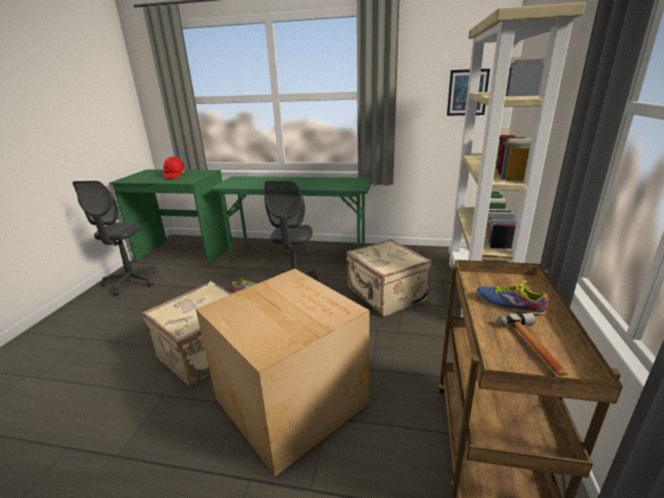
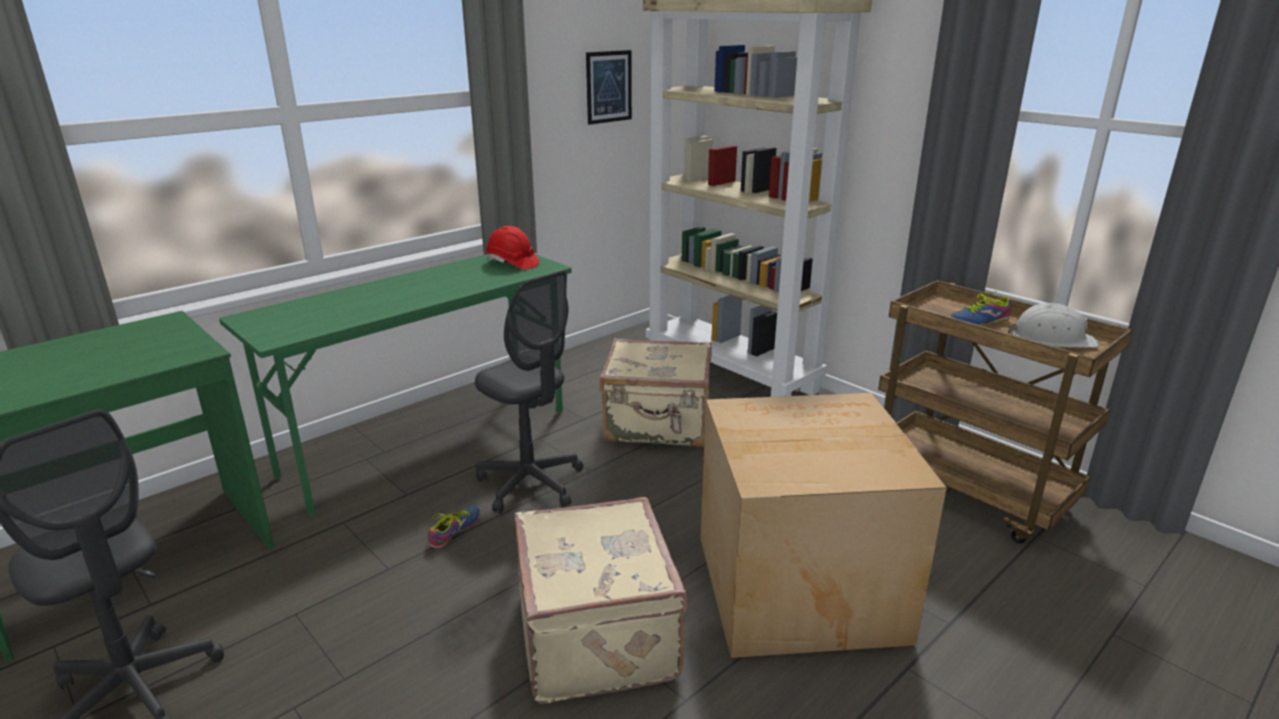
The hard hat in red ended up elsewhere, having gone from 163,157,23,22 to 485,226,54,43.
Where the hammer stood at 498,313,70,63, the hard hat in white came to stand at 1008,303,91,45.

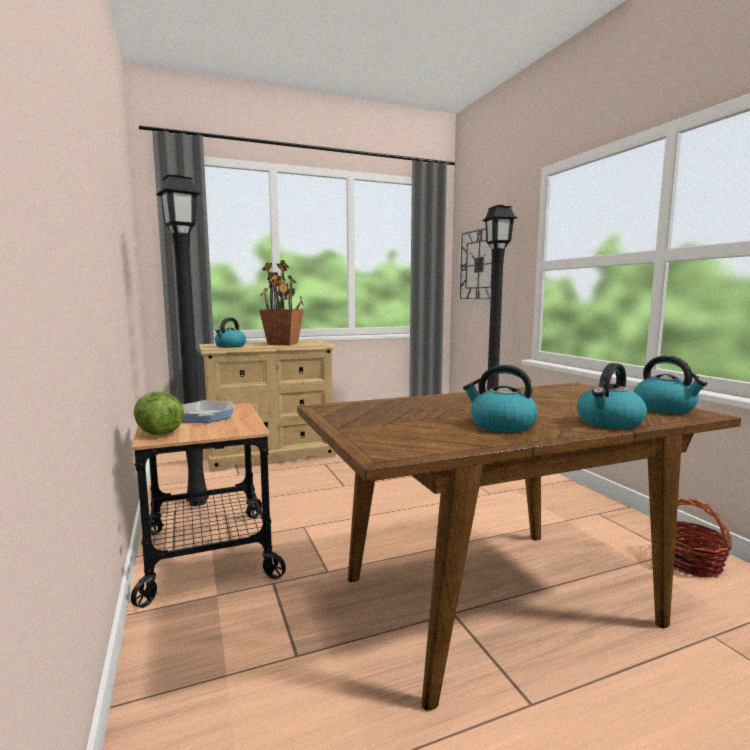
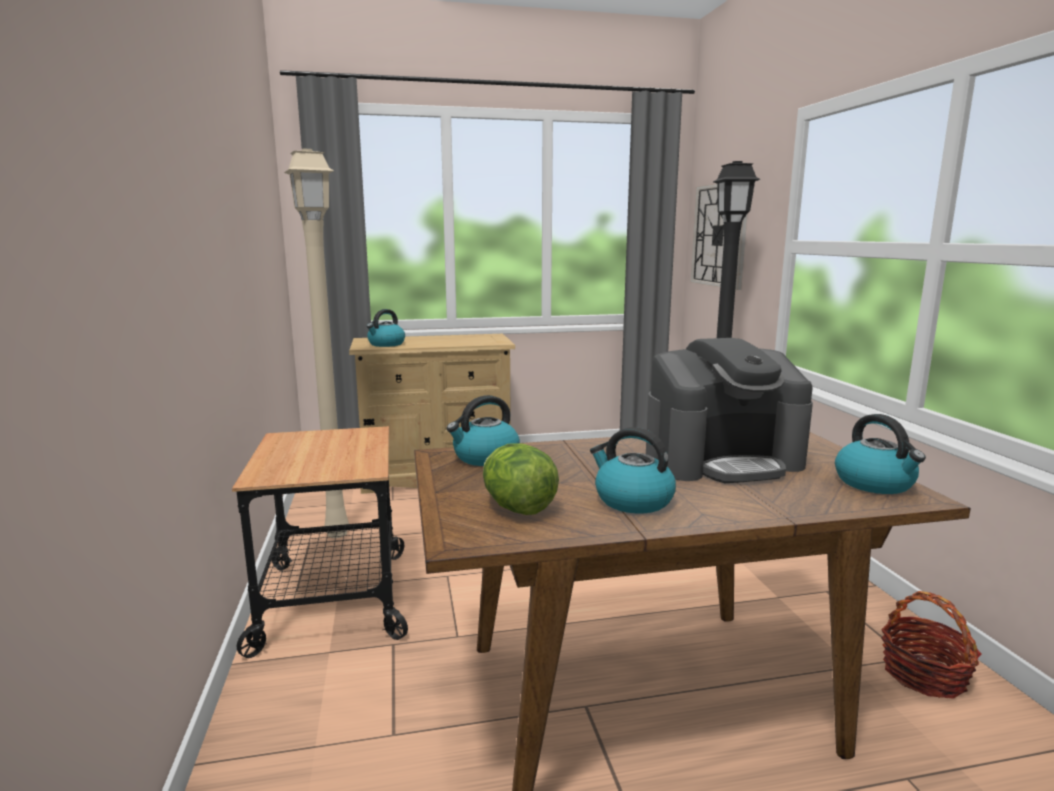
The second view lost the frying pan at 182,400,53,23.
The second view lost the potted plant at 259,260,45,85.
The second view gained the coffee machine at 646,338,167,145.
The lettuce ended up elsewhere, having gone from 134,392,50,43 to 483,443,76,72.
The kettle ended up elsewhere, having gone from 577,363,70,66 to 446,395,74,71.
What was the floor lamp in black at 156,174,53,332 turned into the floor lamp in beige at 284,148,65,390.

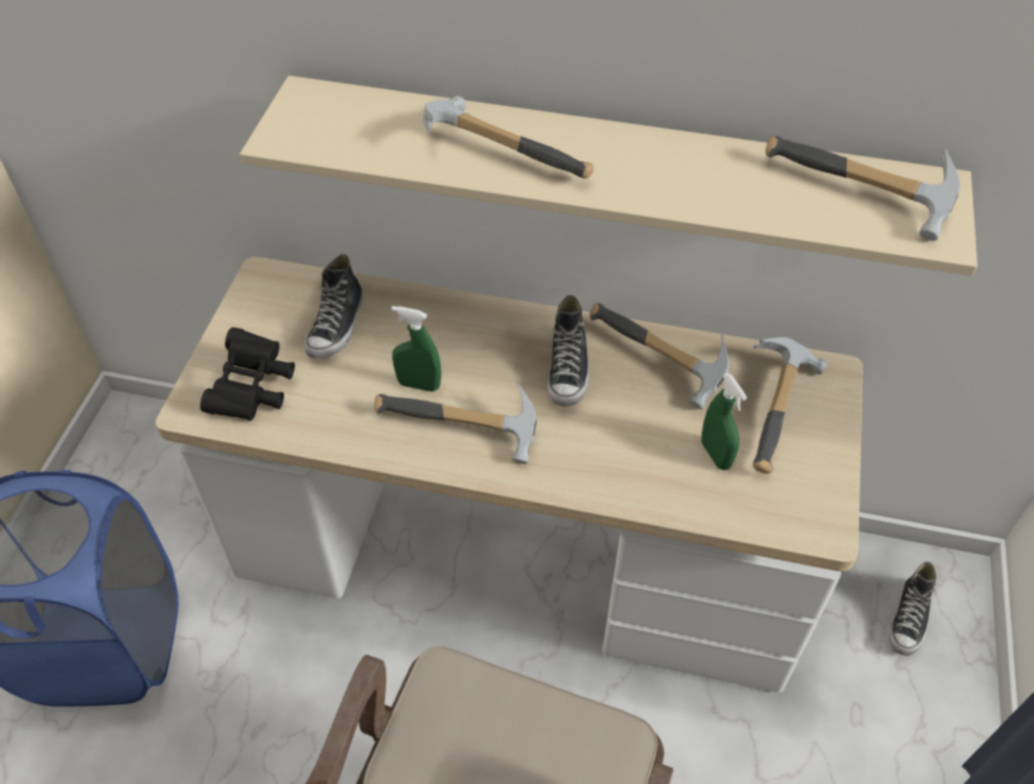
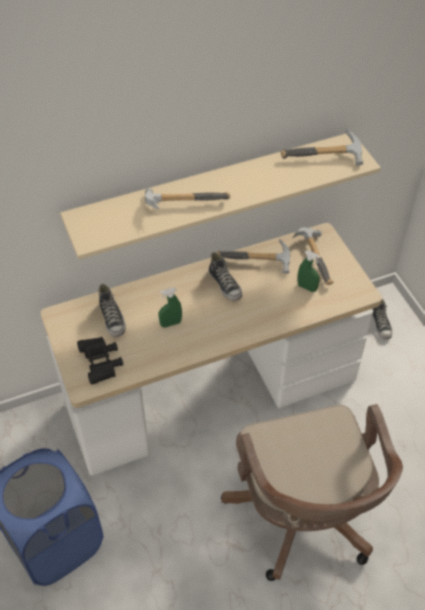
The second view lost the hammer at 374,382,163,82.

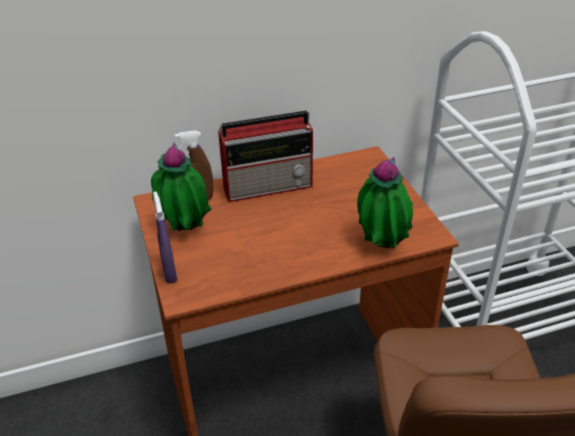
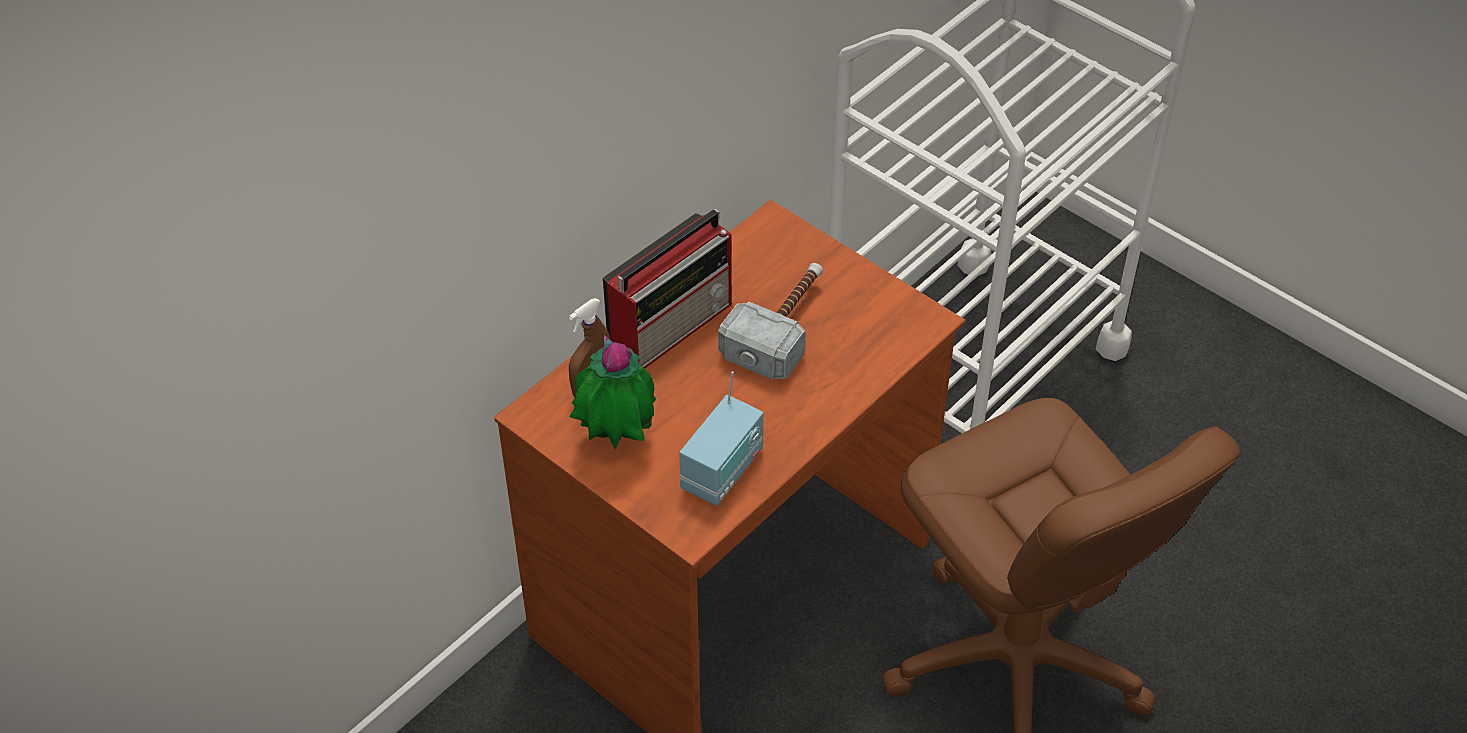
The second view lost the spray bottle in purple at 153,191,24,92.
The second view lost the potted plant at 357,157,56,92.
The second view gained the radio at 679,371,84,135.
The second view gained the hammer at 718,263,105,117.

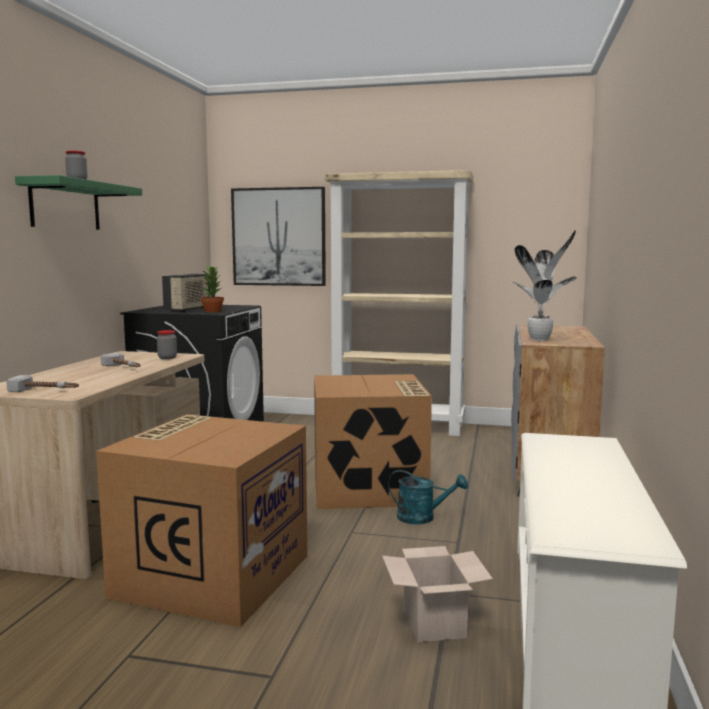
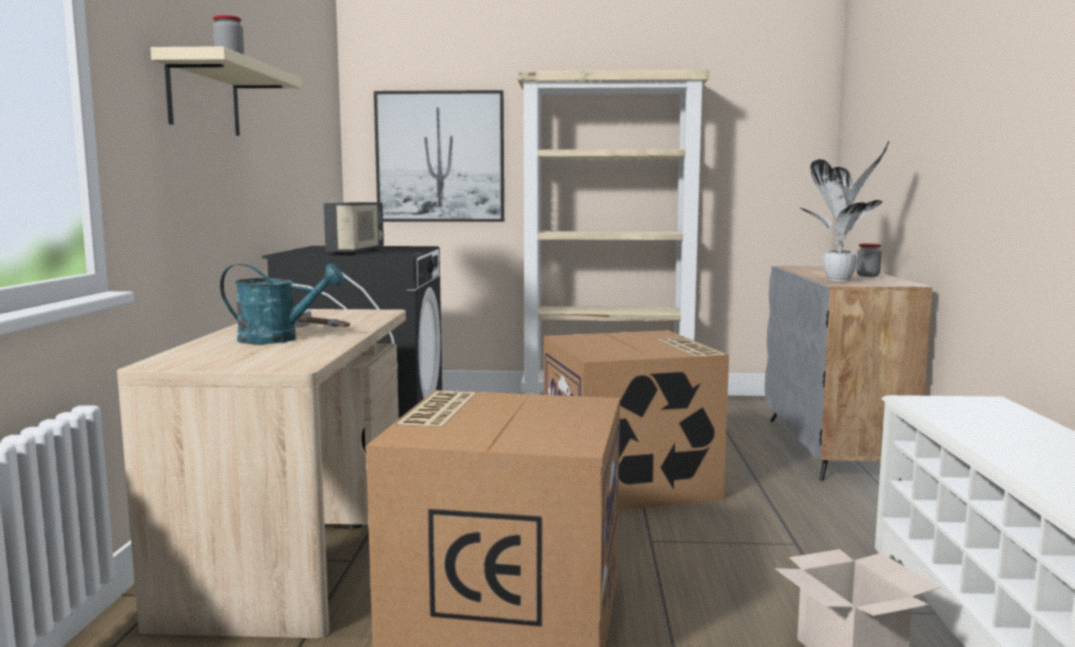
The second view lost the hammer at 6,375,73,17.
The second view lost the potted plant at 201,264,23,48.
The jar ended up elsewhere, having gone from 157,330,20,29 to 857,243,25,34.
The watering can in turquoise ended up elsewhere, having gone from 388,470,80,54 to 220,263,124,81.
What was the shelf in green at 15,175,127,55 turned into the shelf in beige at 150,46,152,90.

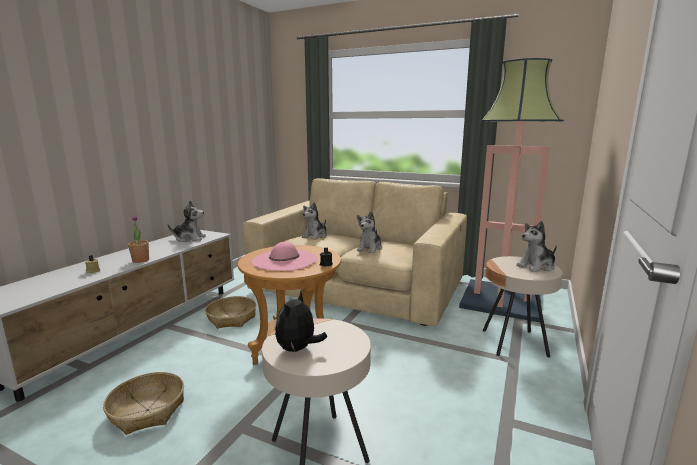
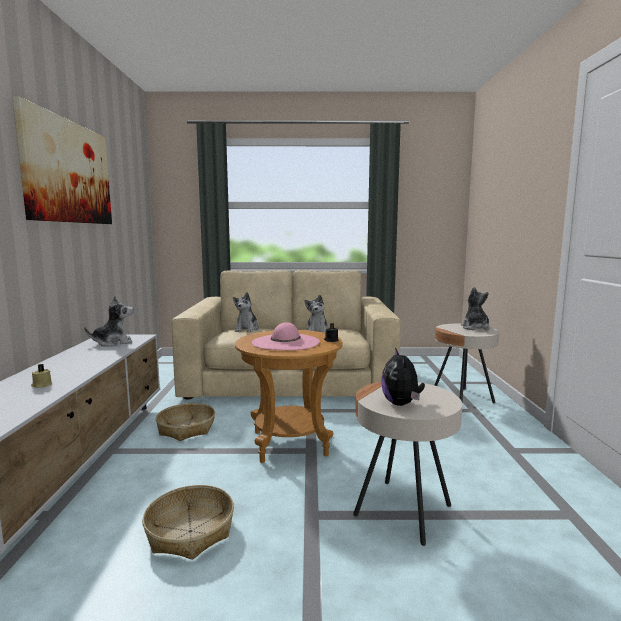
The second view lost the potted plant at 128,215,21,48.
The second view lost the floor lamp at 459,58,105,264.
The second view gained the picture at 12,96,100,128.
The plush toy at 516,221,41,51 ended up facing another way, 135 degrees clockwise from before.

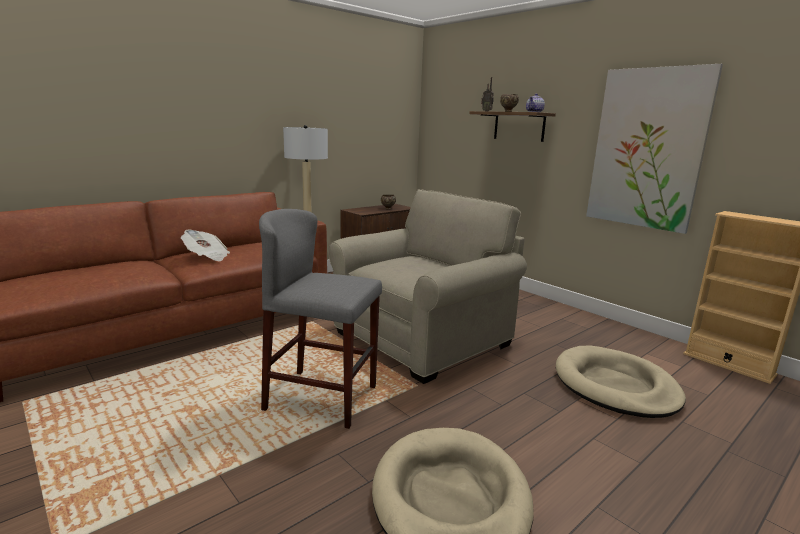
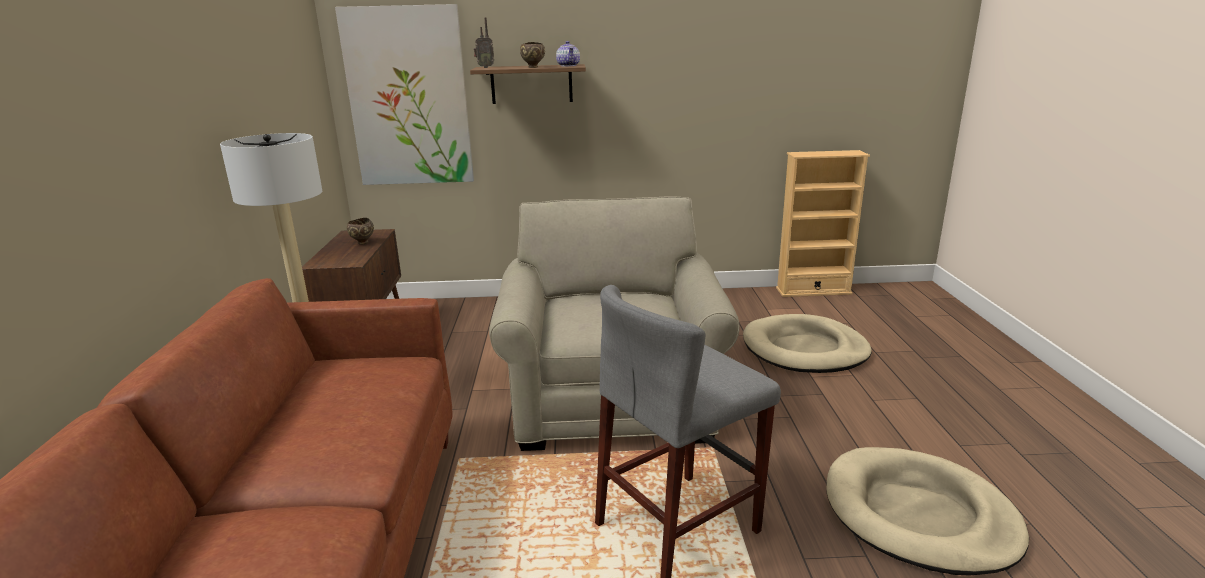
The second view lost the newspaper at 181,230,49,31.
The picture ended up elsewhere, having gone from 586,64,137,170 to 335,4,139,181.

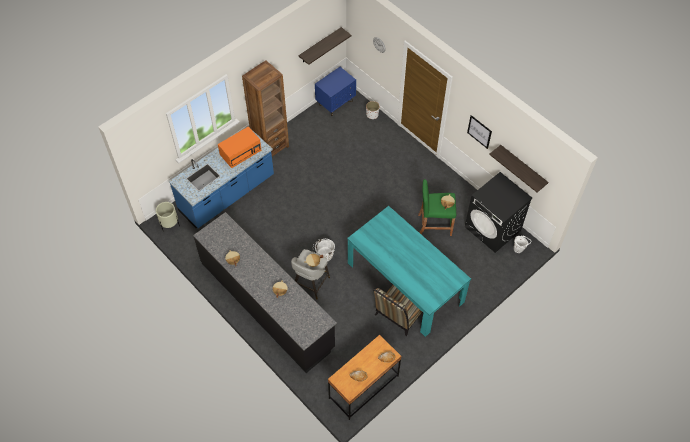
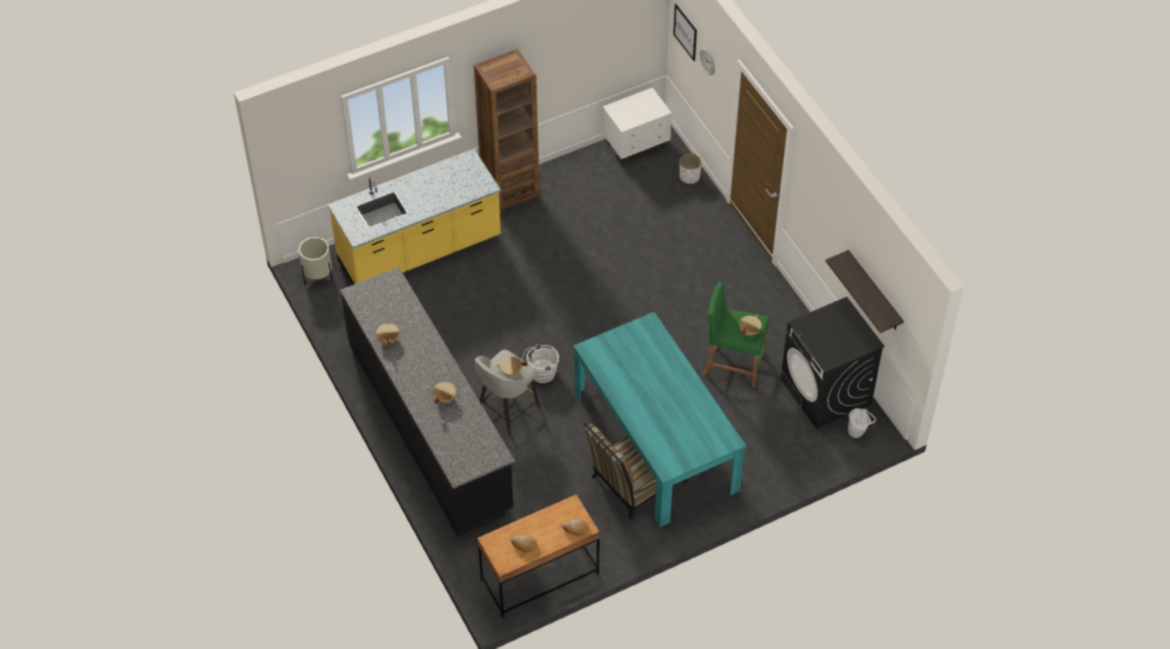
The second view lost the microwave in orange at 218,127,44,41.
The second view lost the shelf at 298,27,53,38.
The picture ended up elsewhere, having gone from 467,115,25,34 to 673,4,24,57.
What was the counter in blue at 169,128,105,100 turned into the counter in yellow at 328,149,173,136.
What was the nightstand in blue at 315,67,41,49 turned into the nightstand in white at 603,87,69,78.

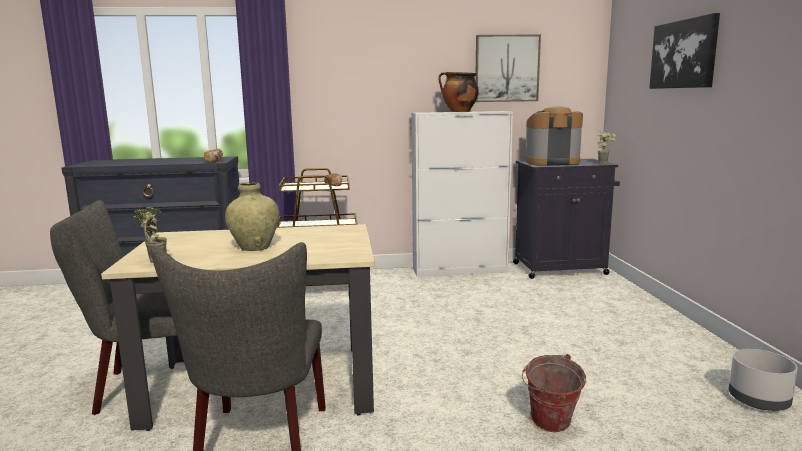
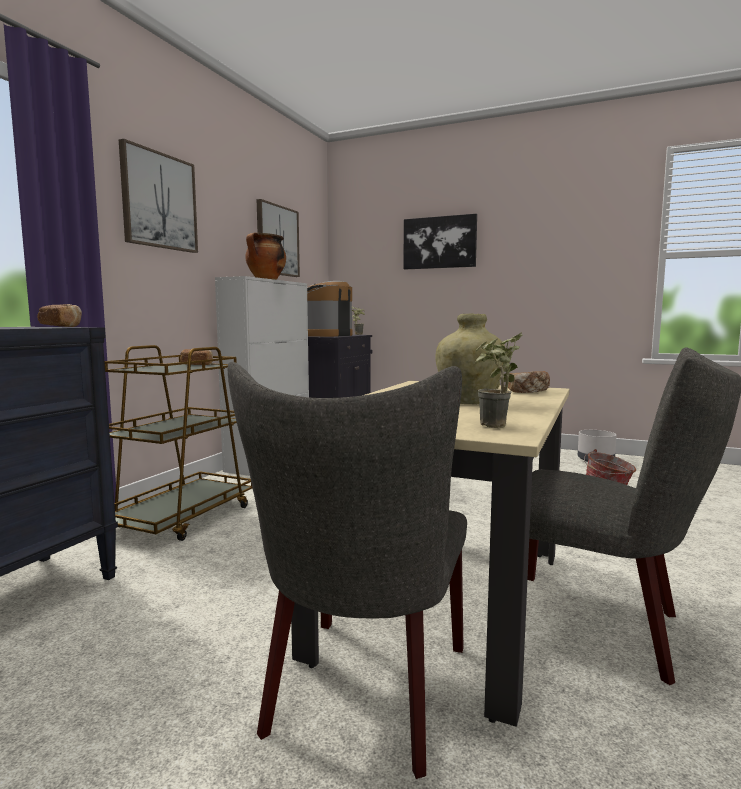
The second view gained the picture at 119,139,79,114.
The second view gained the bread at 508,371,42,22.

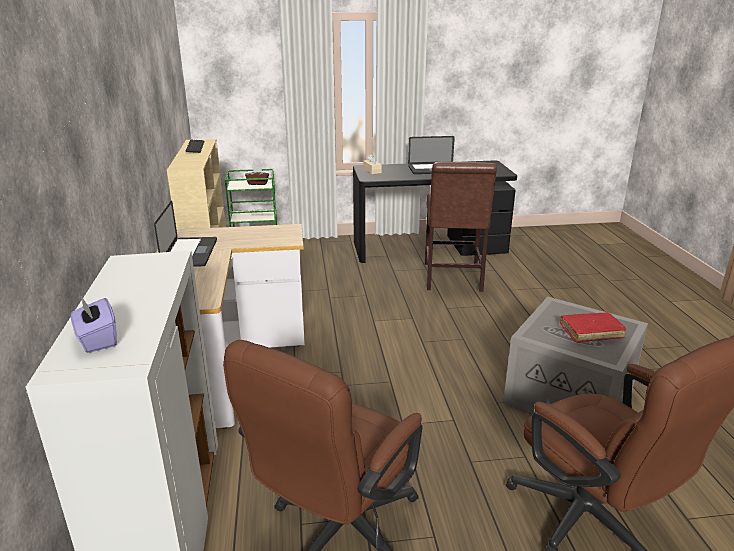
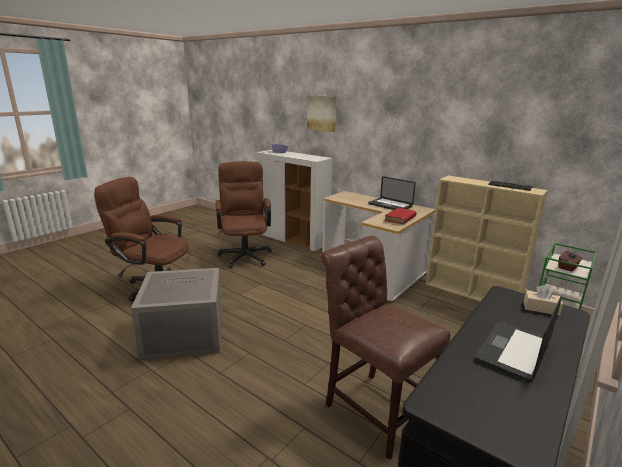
The second view gained the picture at 307,95,29,37.
The book in red ended up elsewhere, having gone from 560,312,67,31 to 385,208,32,16.

